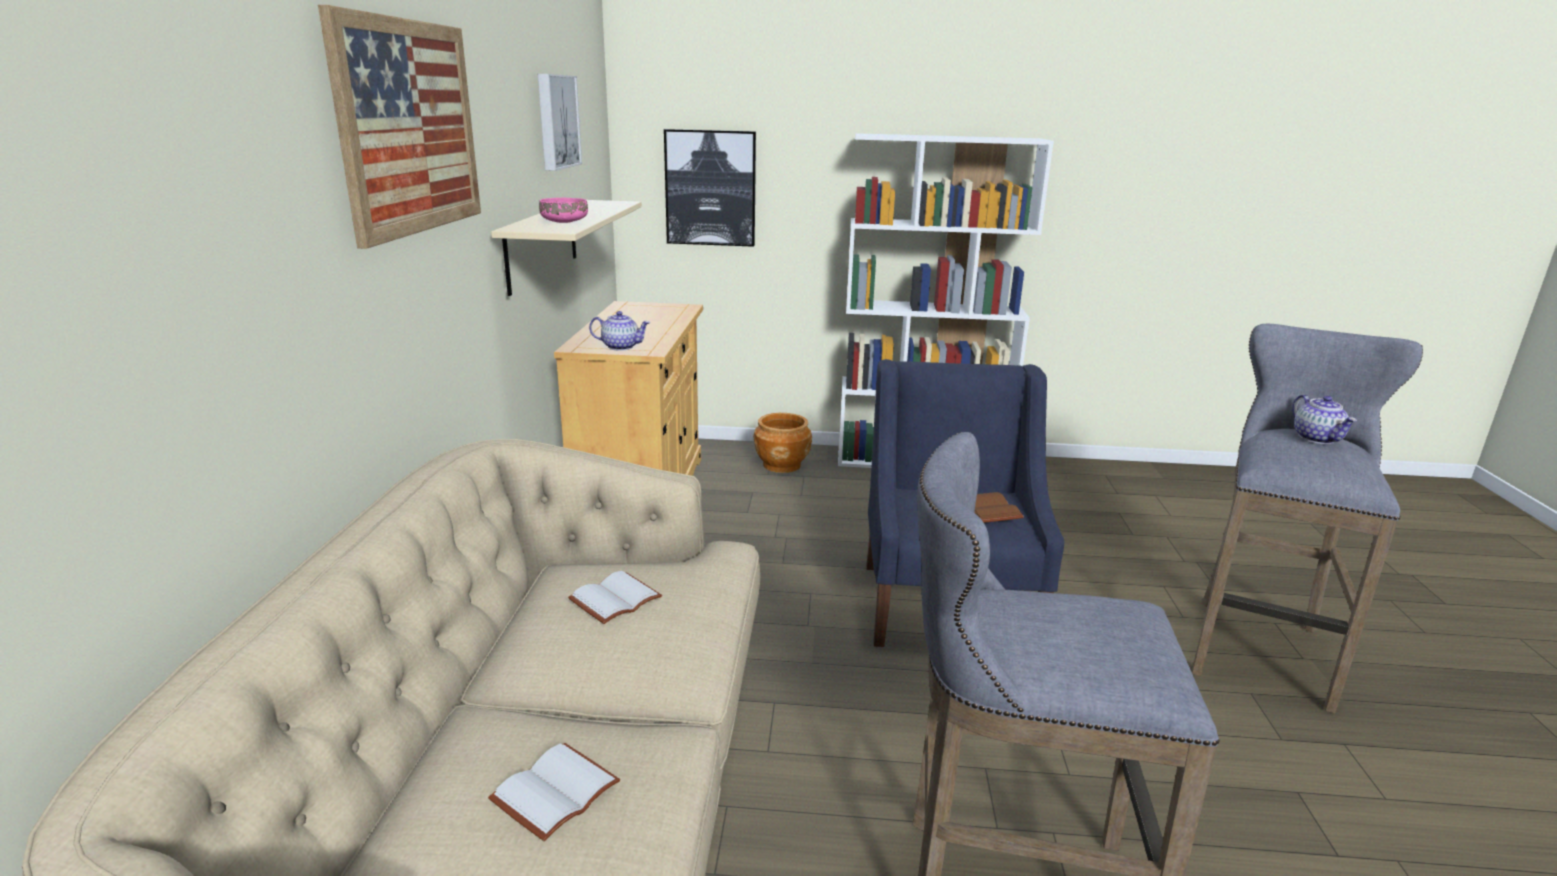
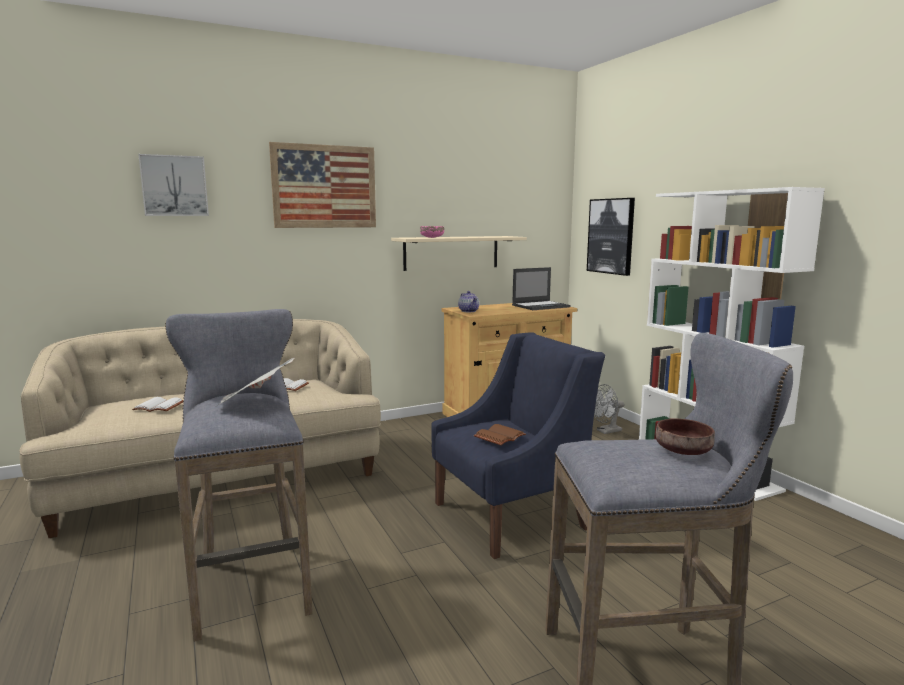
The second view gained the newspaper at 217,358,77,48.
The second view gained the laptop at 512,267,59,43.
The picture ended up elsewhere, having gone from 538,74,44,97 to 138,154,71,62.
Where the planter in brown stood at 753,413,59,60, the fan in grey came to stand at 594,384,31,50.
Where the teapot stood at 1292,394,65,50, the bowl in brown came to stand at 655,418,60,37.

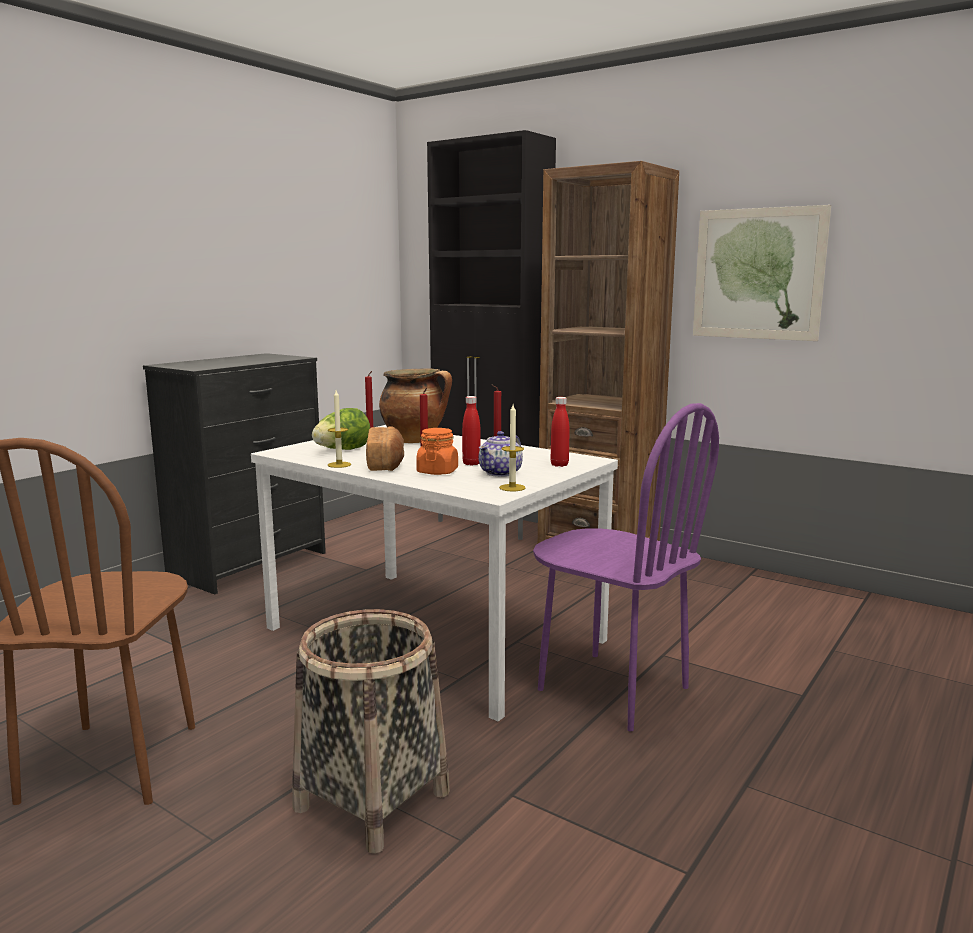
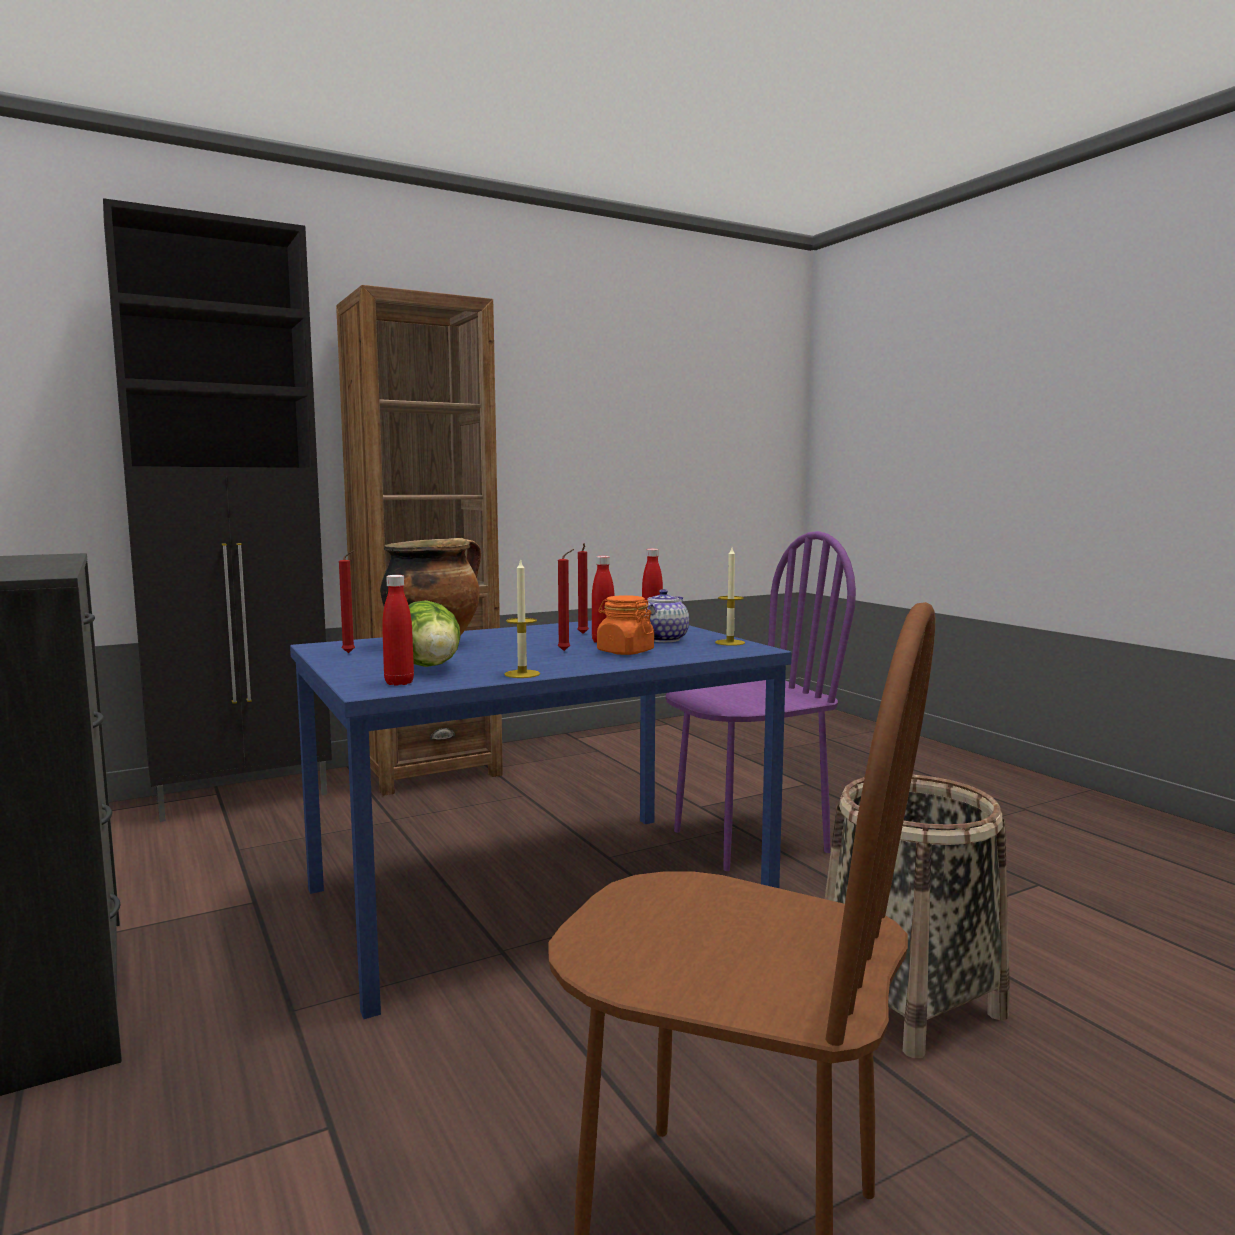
The second view lost the bread at 366,426,38,45.
The second view lost the picture at 693,205,138,136.
The second view gained the bottle in red at 382,575,32,111.
What was the dining table in white at 251,425,367,296 turned into the dining table in blue at 290,621,502,398.
The teapot at 479,431,44,46 ended up facing another way, 120 degrees counterclockwise from before.

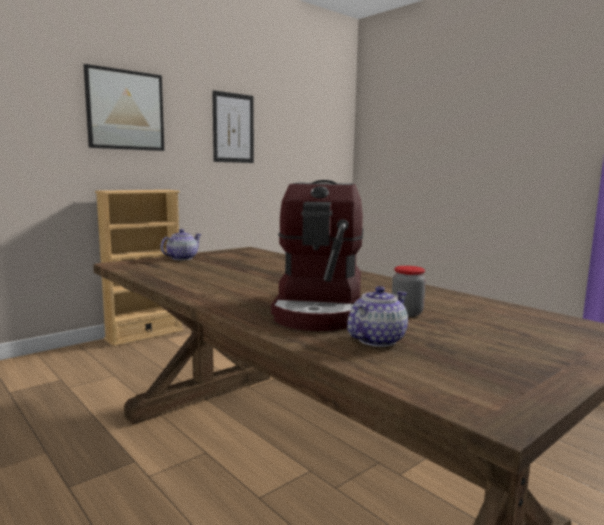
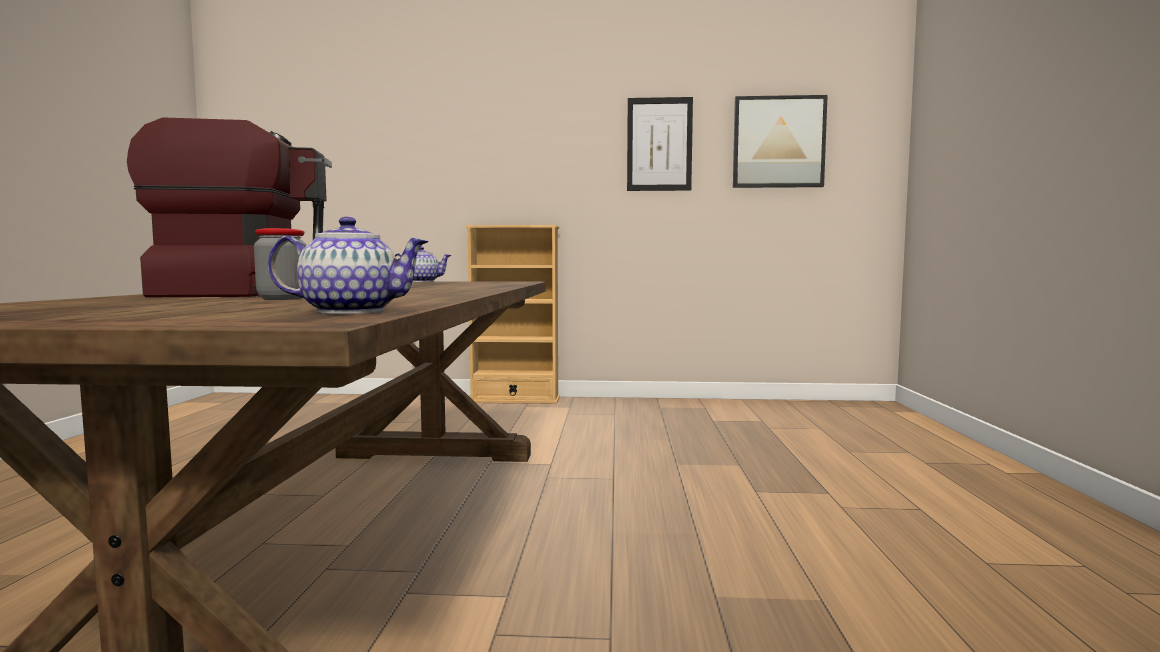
The picture ended up elsewhere, having gone from 84,64,80,87 to 733,95,95,93.
The teapot ended up elsewhere, having gone from 347,286,61,61 to 268,217,161,97.
The coffee machine at 271,180,93,151 ended up facing another way, 150 degrees counterclockwise from before.

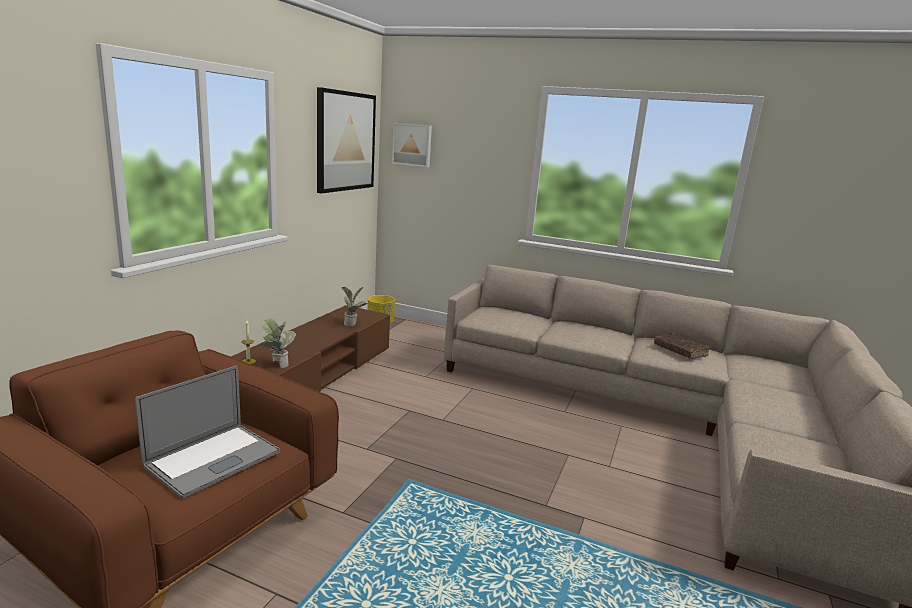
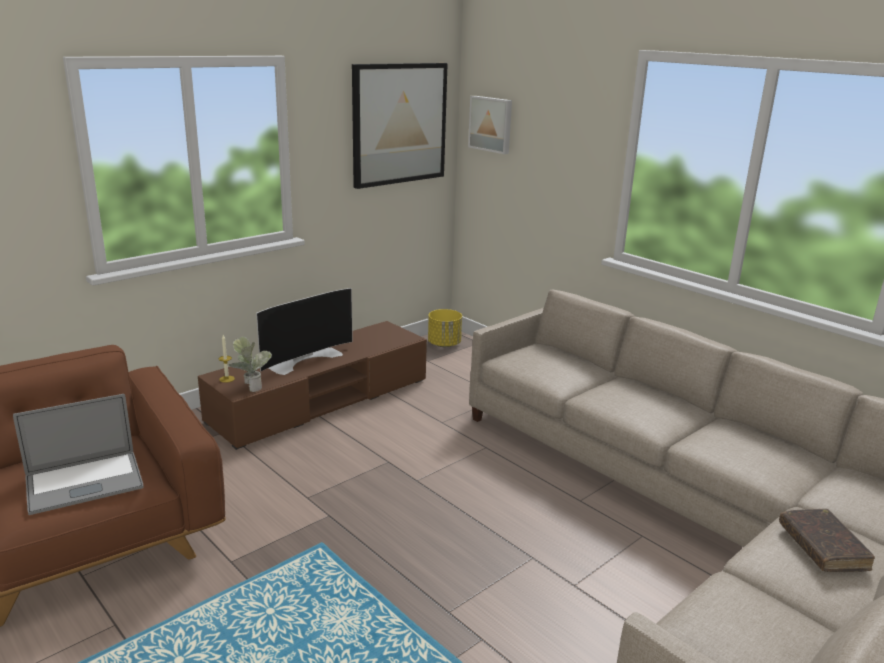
The second view lost the potted plant at 342,287,26,39.
The second view gained the television at 256,288,97,87.
The book in brown ended up elsewhere, having gone from 654,333,56,26 to 779,509,96,63.

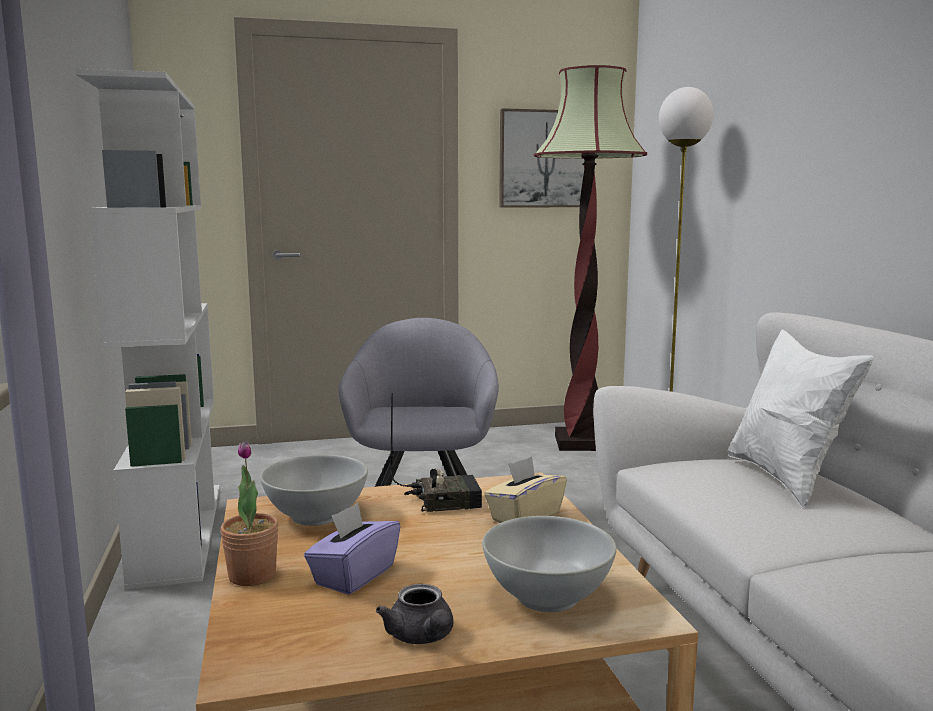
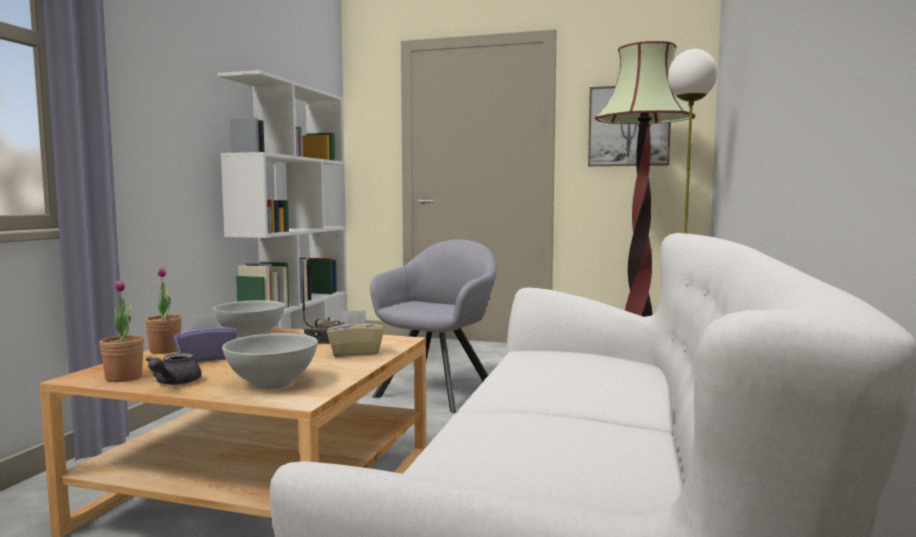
The second view lost the pillow in white at 728,329,145,179.
The second view gained the potted plant at 99,280,45,102.

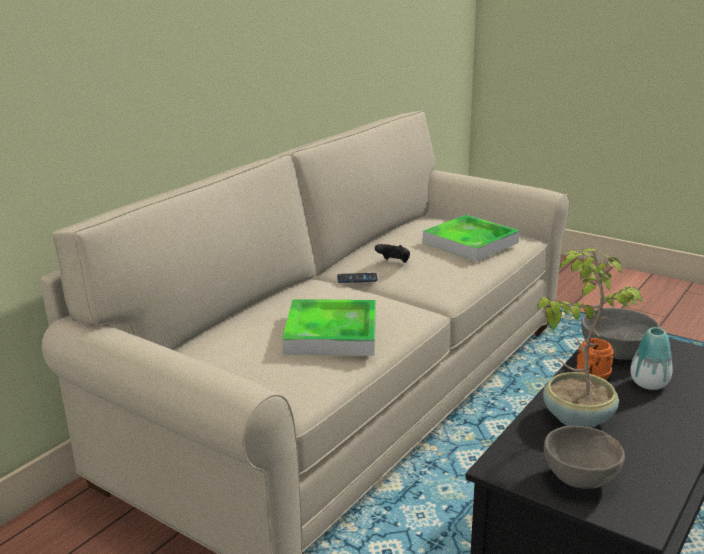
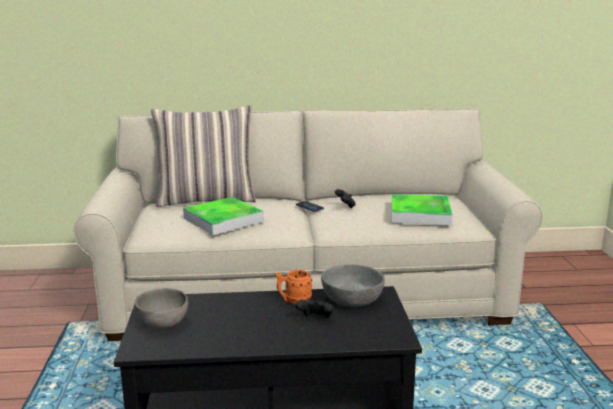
The second view lost the potted plant at 537,248,107,180.
The second view gained the pillow at 151,106,105,101.
Where the vase stood at 630,327,43,63, the game controller in black came to stand at 295,300,39,18.

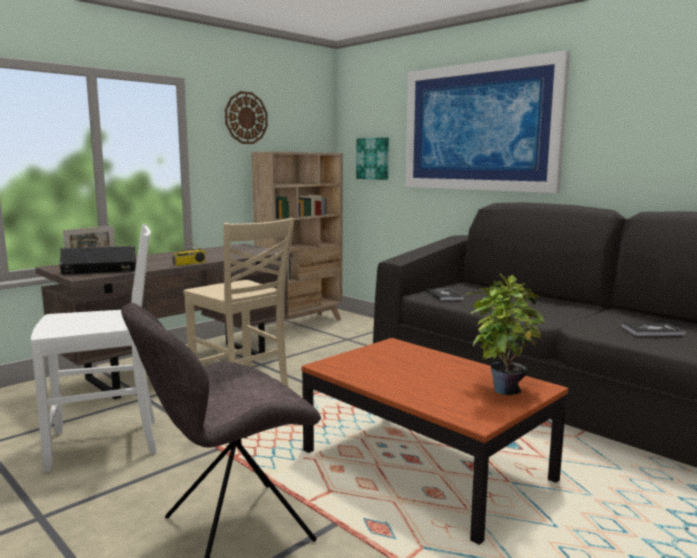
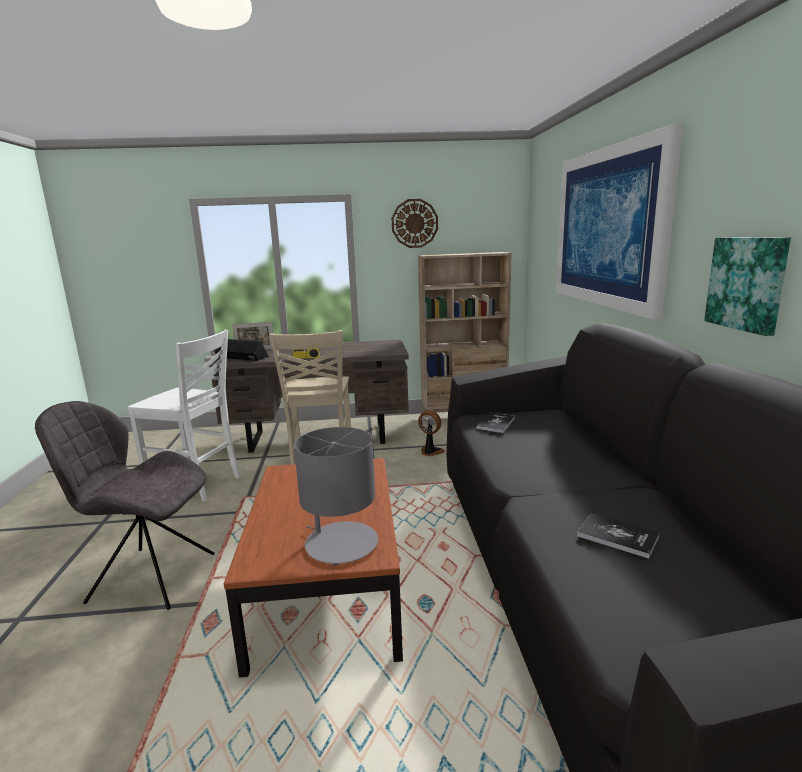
The second view gained the fan at 418,410,27,46.
The picture ended up elsewhere, having gone from 356,137,33,43 to 704,237,87,99.
Where the potted plant stood at 466,274,78,122, the table lamp in grey came to stand at 294,427,84,139.

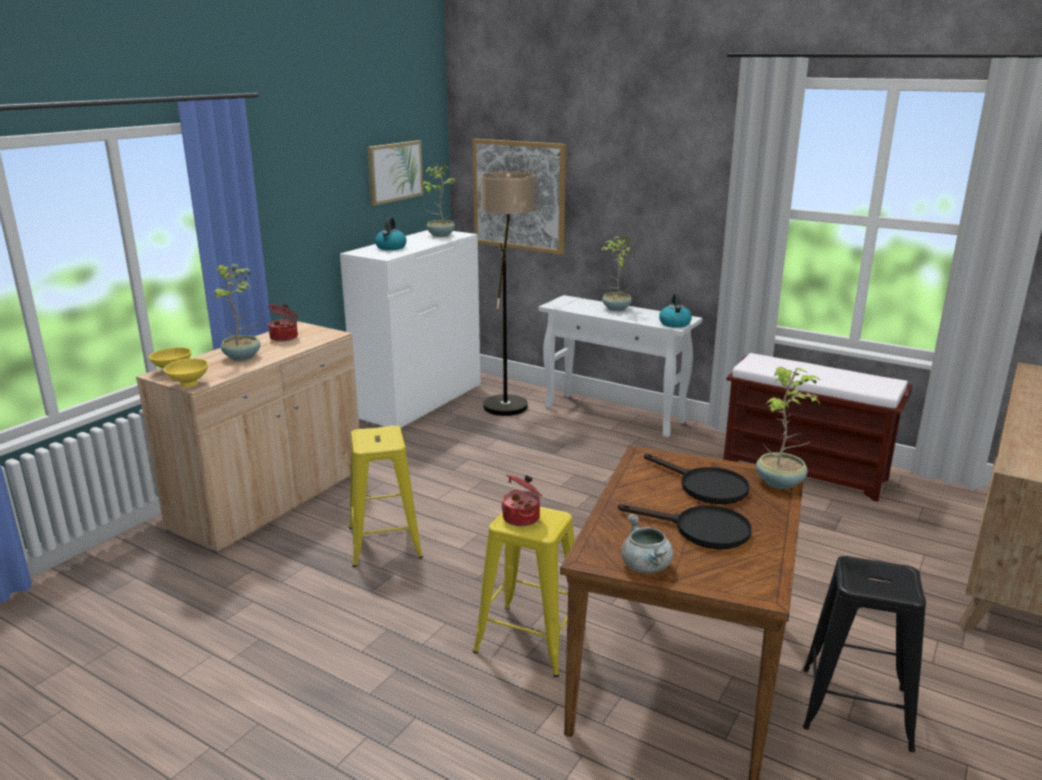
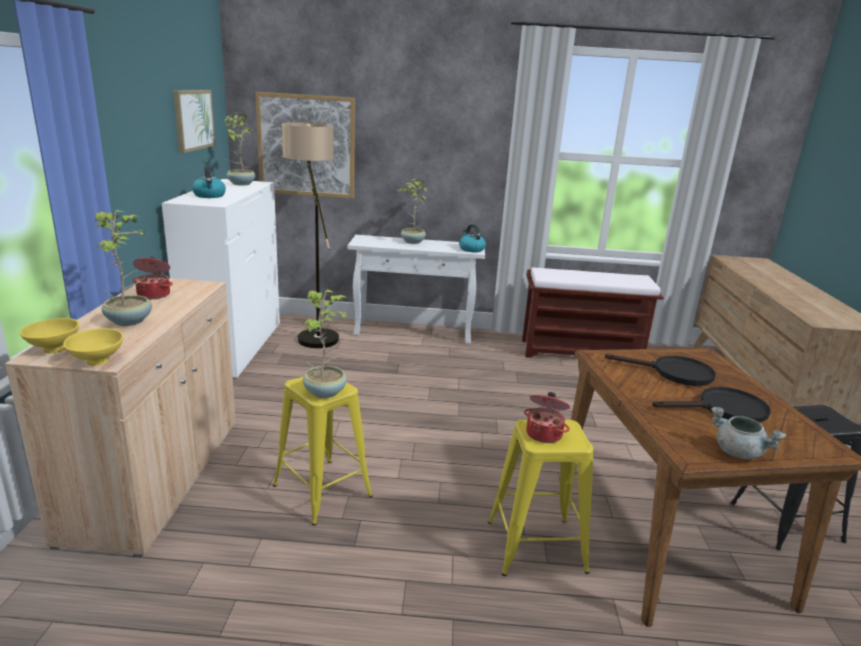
The potted plant ended up elsewhere, having gone from 756,367,65,122 to 303,290,47,108.

